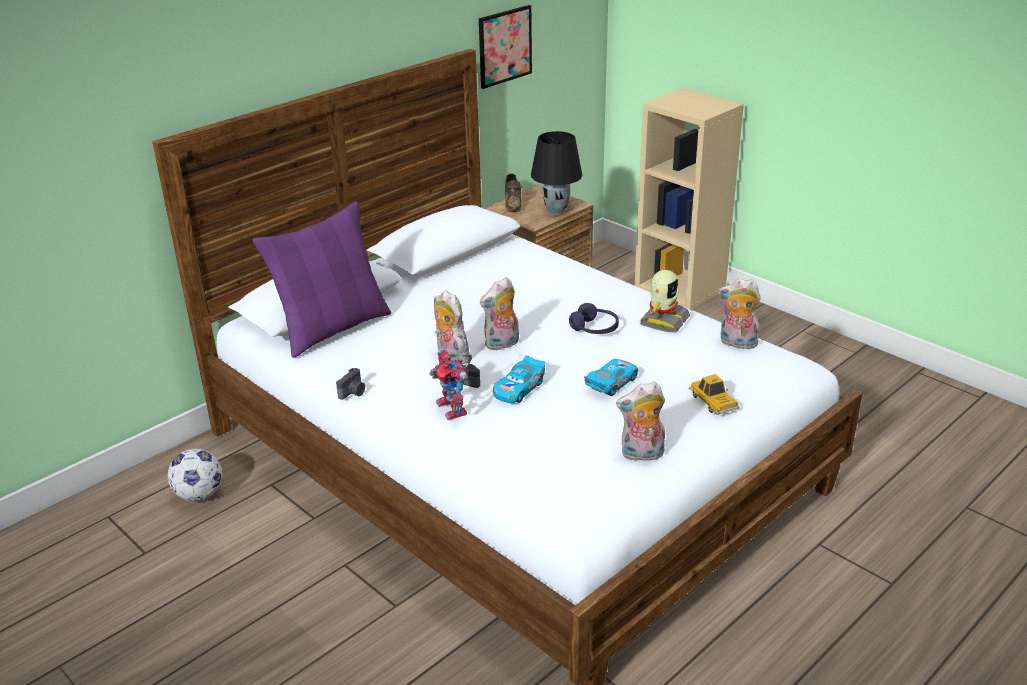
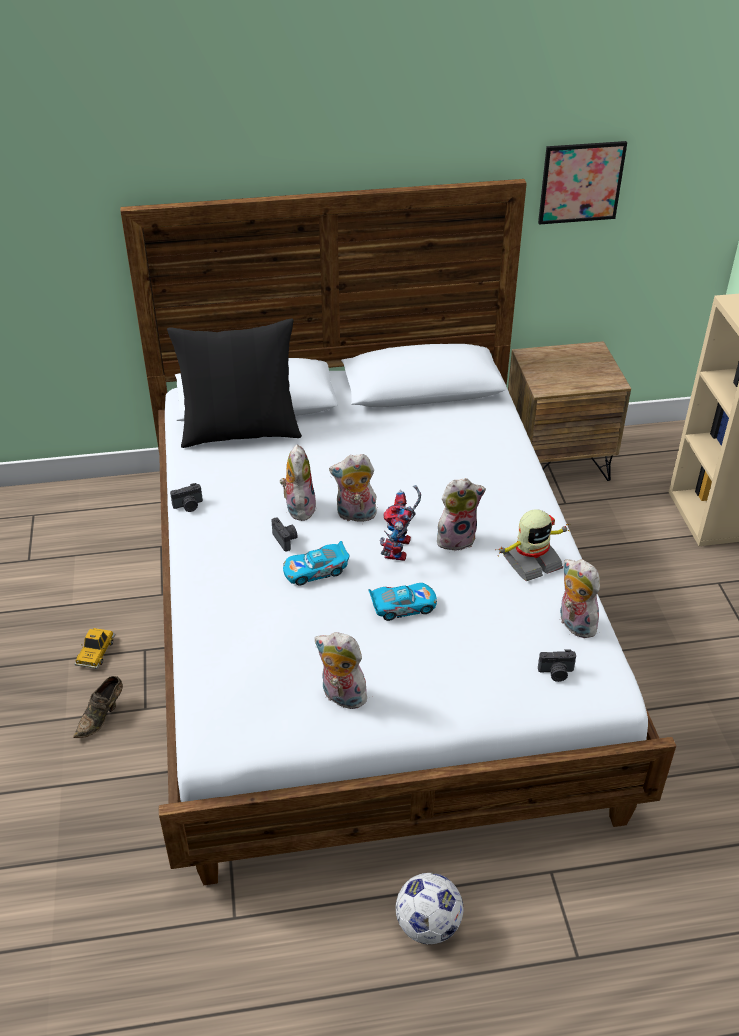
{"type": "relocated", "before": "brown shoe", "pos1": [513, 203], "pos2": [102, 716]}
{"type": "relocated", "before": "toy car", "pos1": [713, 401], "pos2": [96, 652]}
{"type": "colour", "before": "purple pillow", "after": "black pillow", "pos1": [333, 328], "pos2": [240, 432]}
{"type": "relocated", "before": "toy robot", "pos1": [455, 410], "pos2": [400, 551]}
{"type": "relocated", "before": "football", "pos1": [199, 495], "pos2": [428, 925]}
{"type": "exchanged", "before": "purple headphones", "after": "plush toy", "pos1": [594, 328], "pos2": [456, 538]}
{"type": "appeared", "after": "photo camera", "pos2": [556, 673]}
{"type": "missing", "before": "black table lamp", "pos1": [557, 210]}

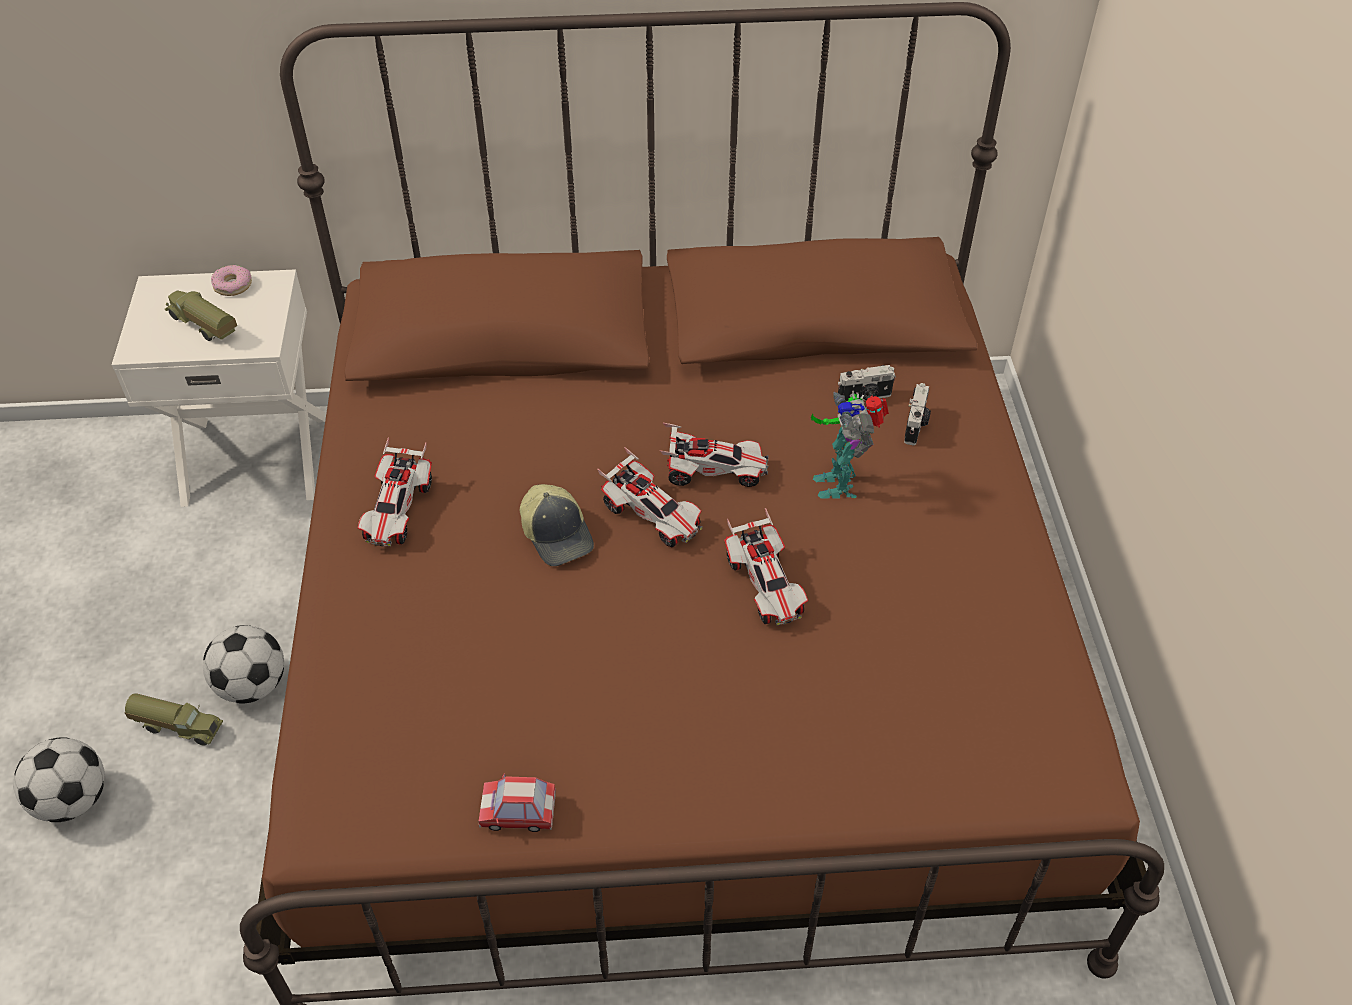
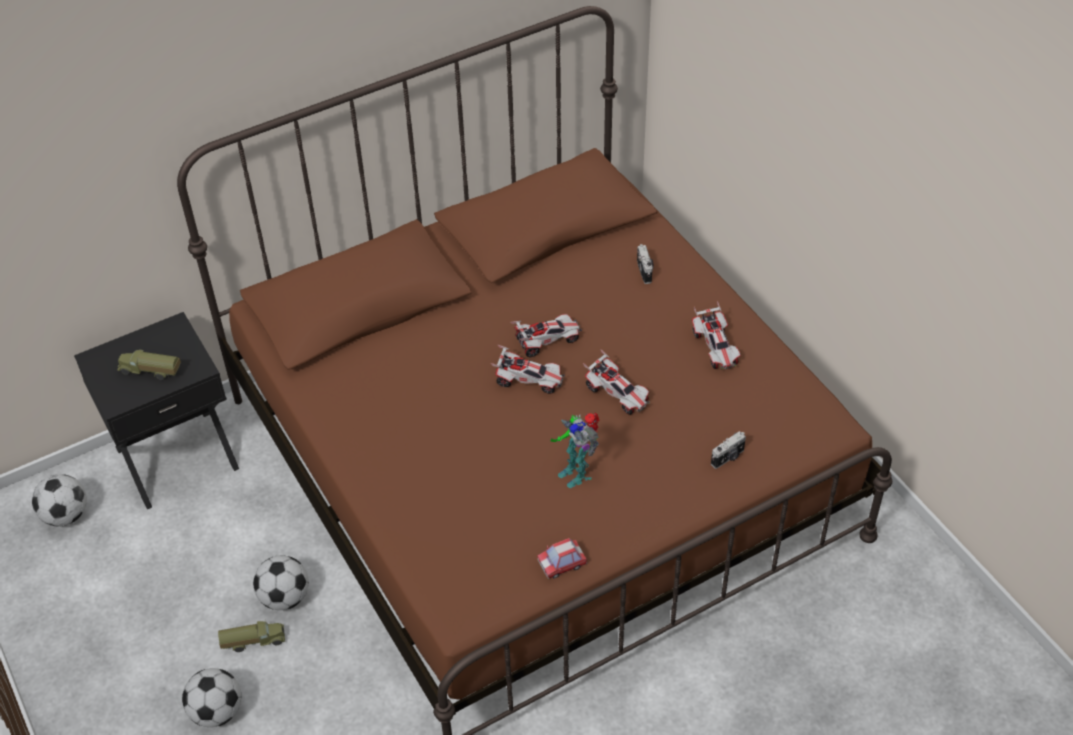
{"type": "appeared", "after": "football", "pos2": [66, 515]}
{"type": "colour", "before": "white nightstand", "after": "black nightstand", "pos1": [256, 456], "pos2": [176, 456]}
{"type": "relocated", "before": "toy robot", "pos1": [840, 482], "pos2": [576, 472]}
{"type": "relocated", "before": "toy car", "pos1": [398, 511], "pos2": [715, 348]}
{"type": "relocated", "before": "photo camera", "pos1": [865, 397], "pos2": [728, 458]}
{"type": "missing", "before": "donut", "pos1": [233, 285]}
{"type": "missing", "before": "cap", "pos1": [558, 534]}

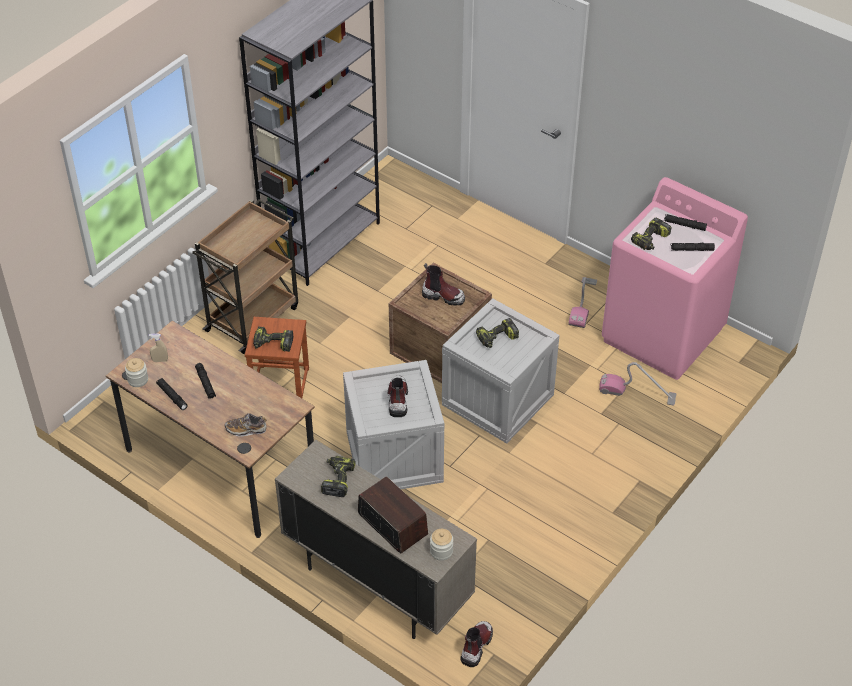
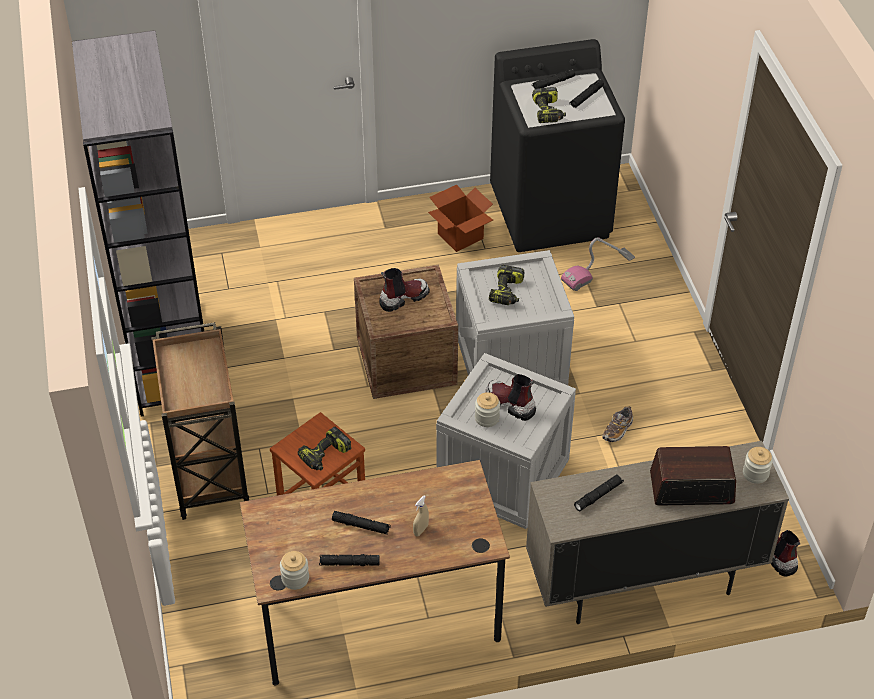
{"type": "relocated", "before": "beige spray bottle", "pos1": [160, 360], "pos2": [421, 530]}
{"type": "exchanged", "before": "vacuum cleaner", "after": "cardboard box", "pos1": [583, 303], "pos2": [460, 236]}
{"type": "appeared", "after": "jar", "pos2": [487, 418]}
{"type": "colour", "before": "pink washing machine", "after": "black washing machine", "pos1": [663, 335], "pos2": [551, 212]}
{"type": "exchanged", "before": "power drill", "after": "black flashlight", "pos1": [337, 479], "pos2": [598, 495]}
{"type": "relocated", "before": "shoe", "pos1": [246, 429], "pos2": [617, 430]}

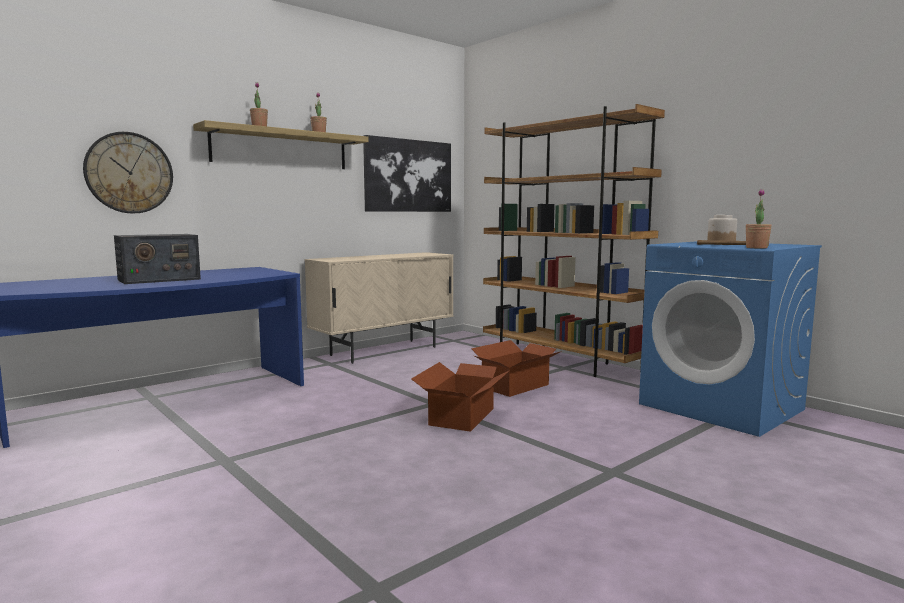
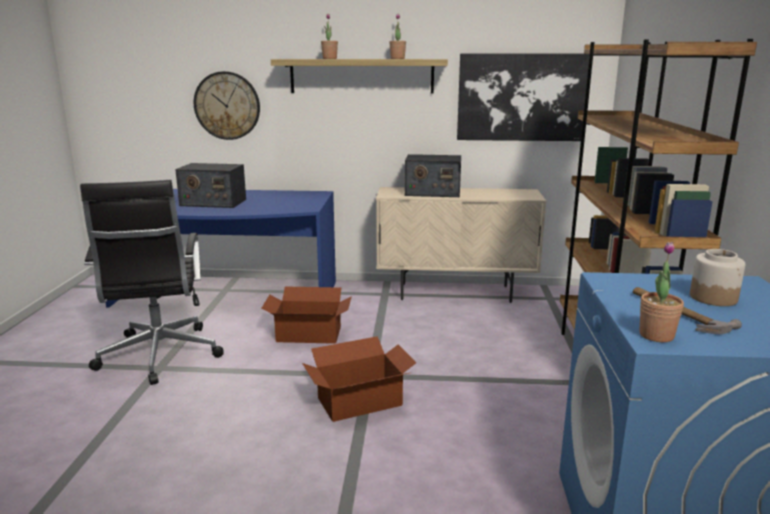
{"type": "appeared", "after": "black office chair", "pos2": [159, 356]}
{"type": "relocated", "before": "cardboard box", "pos1": [516, 386], "pos2": [309, 334]}
{"type": "appeared", "after": "radio", "pos2": [432, 192]}

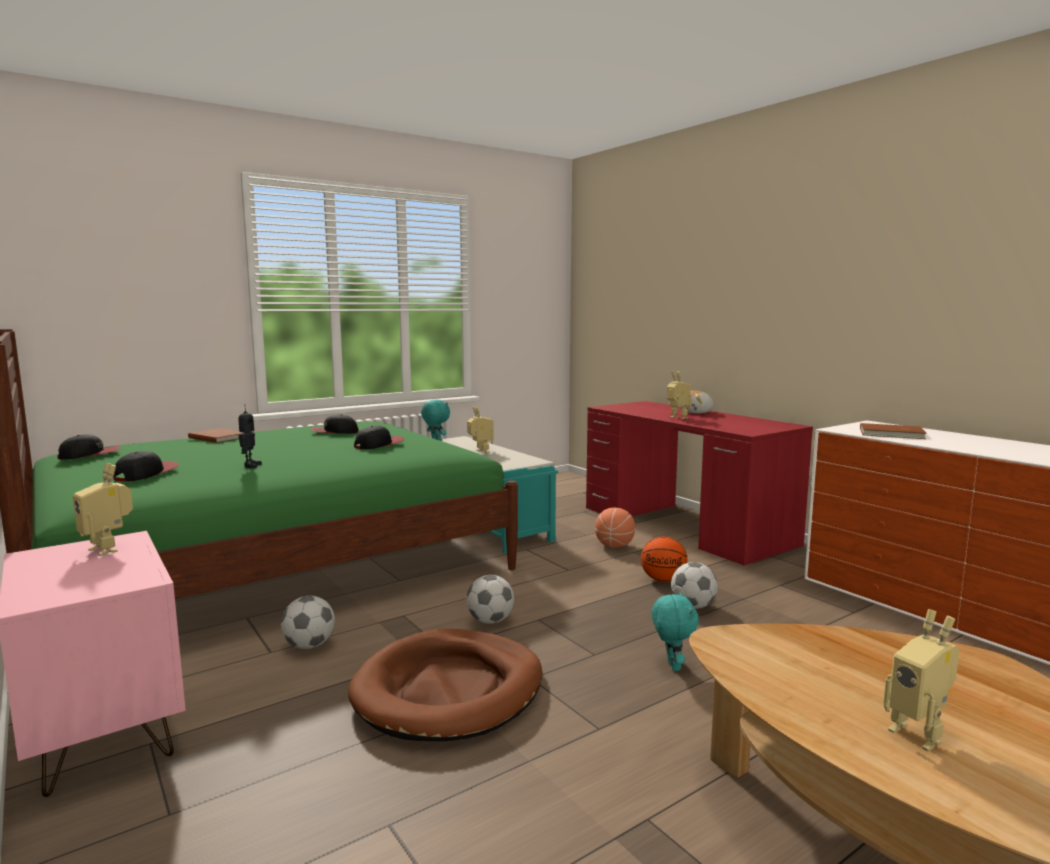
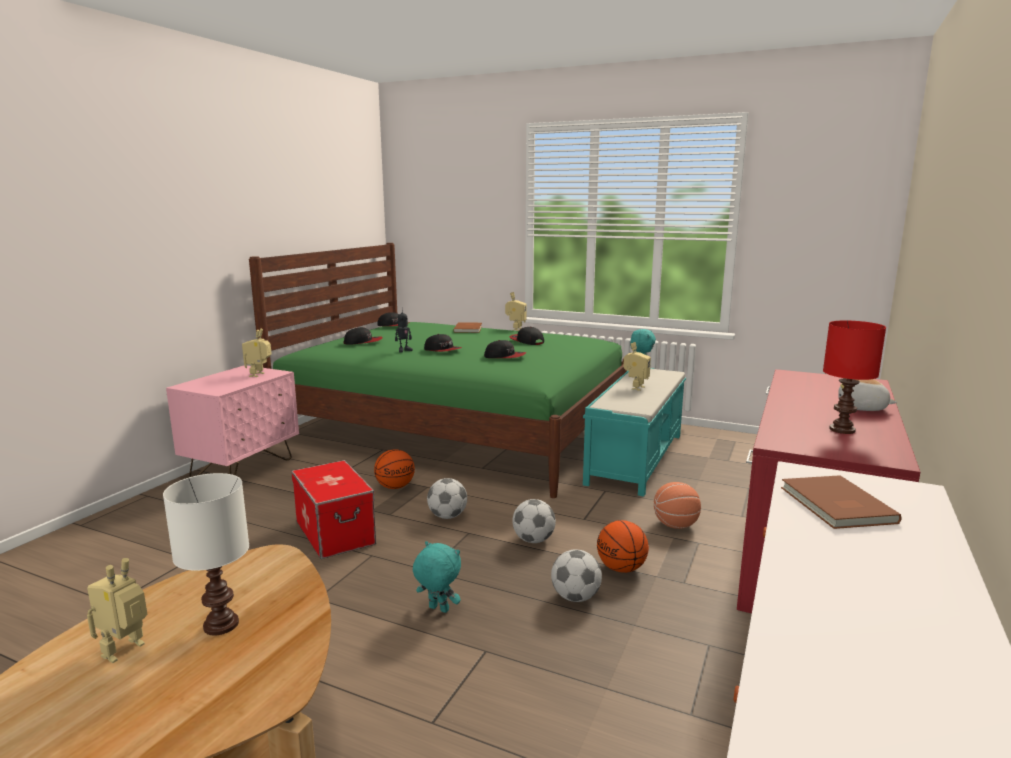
{"type": "appeared", "after": "white table lamp", "pos2": [219, 625]}
{"type": "exchanged", "before": "brown dog bed", "after": "storage box", "pos1": [449, 690], "pos2": [335, 532]}
{"type": "appeared", "after": "basketball", "pos2": [395, 487]}
{"type": "spun", "before": "turquoise plush toy", "pos1": [672, 665], "pos2": [437, 609], "turn": -120}
{"type": "appeared", "after": "cap", "pos2": [443, 350]}
{"type": "relocated", "before": "toy robot", "pos1": [677, 418], "pos2": [515, 329]}
{"type": "relocated", "before": "football", "pos1": [309, 646], "pos2": [533, 540]}
{"type": "appeared", "after": "red table lamp", "pos2": [841, 429]}

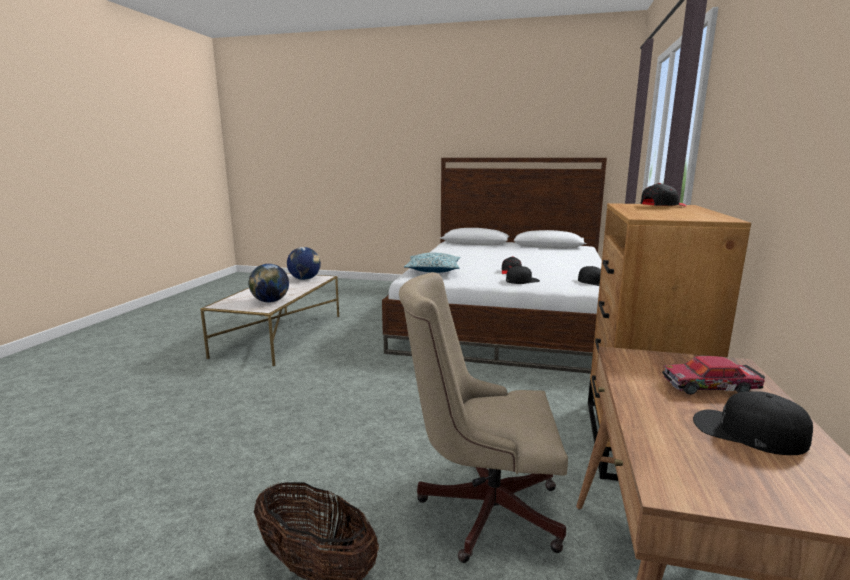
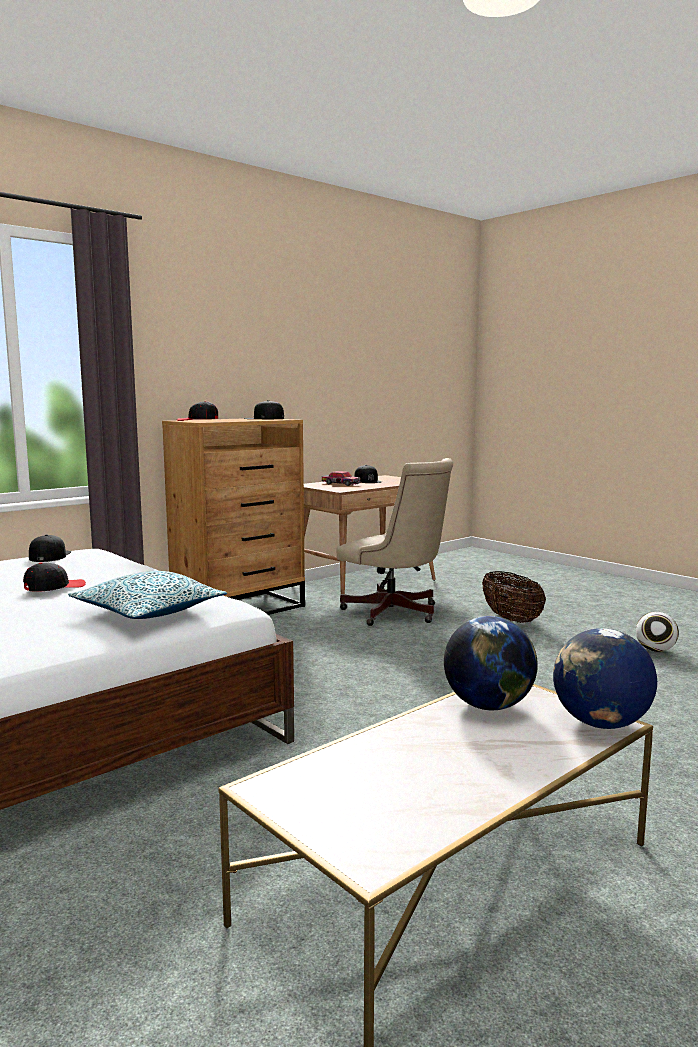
{"type": "relocated", "before": "black cap", "pos1": [522, 280], "pos2": [264, 418]}
{"type": "relocated", "before": "globe", "pos1": [305, 279], "pos2": [600, 724]}
{"type": "appeared", "after": "football", "pos2": [655, 650]}

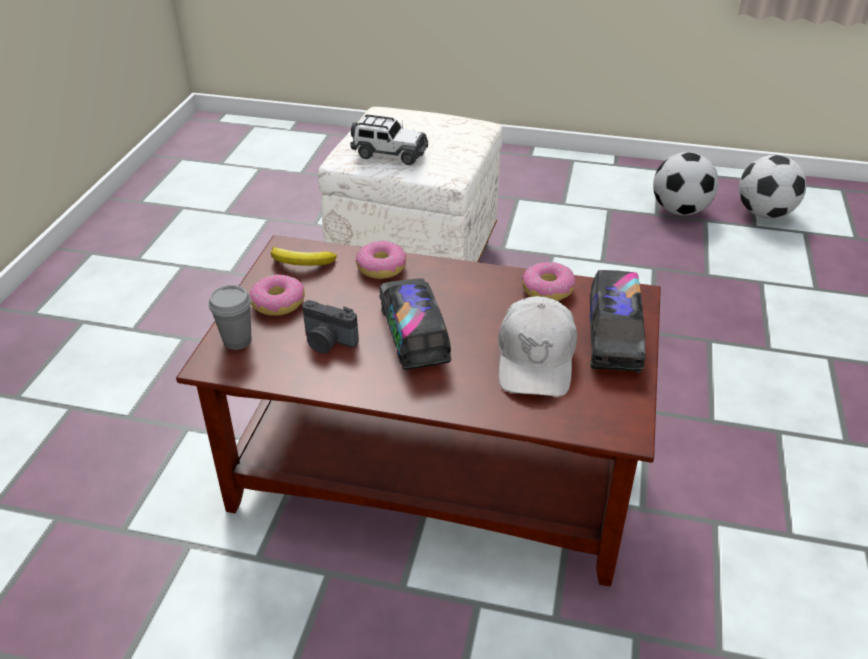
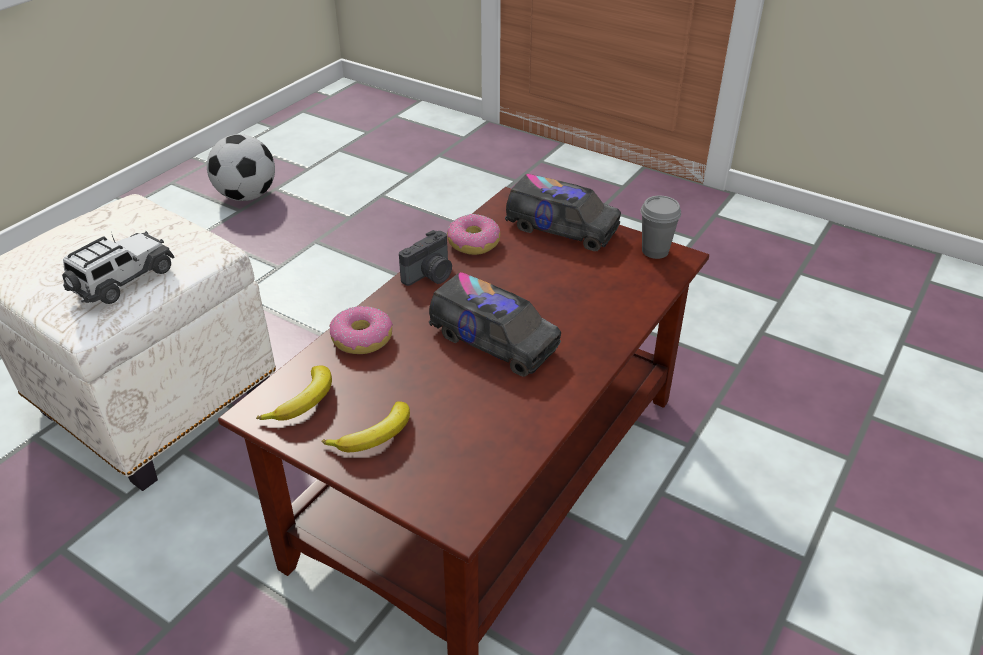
{"type": "exchanged", "before": "donut", "after": "banana", "pos1": [278, 303], "pos2": [375, 436]}
{"type": "relocated", "before": "photo camera", "pos1": [327, 342], "pos2": [430, 275]}
{"type": "spun", "before": "toy truck", "pos1": [413, 334], "pos2": [494, 341], "turn": -150}
{"type": "relocated", "before": "grey cup", "pos1": [237, 341], "pos2": [655, 251]}
{"type": "missing", "before": "white cap", "pos1": [536, 359]}
{"type": "missing", "before": "football", "pos1": [764, 213]}

